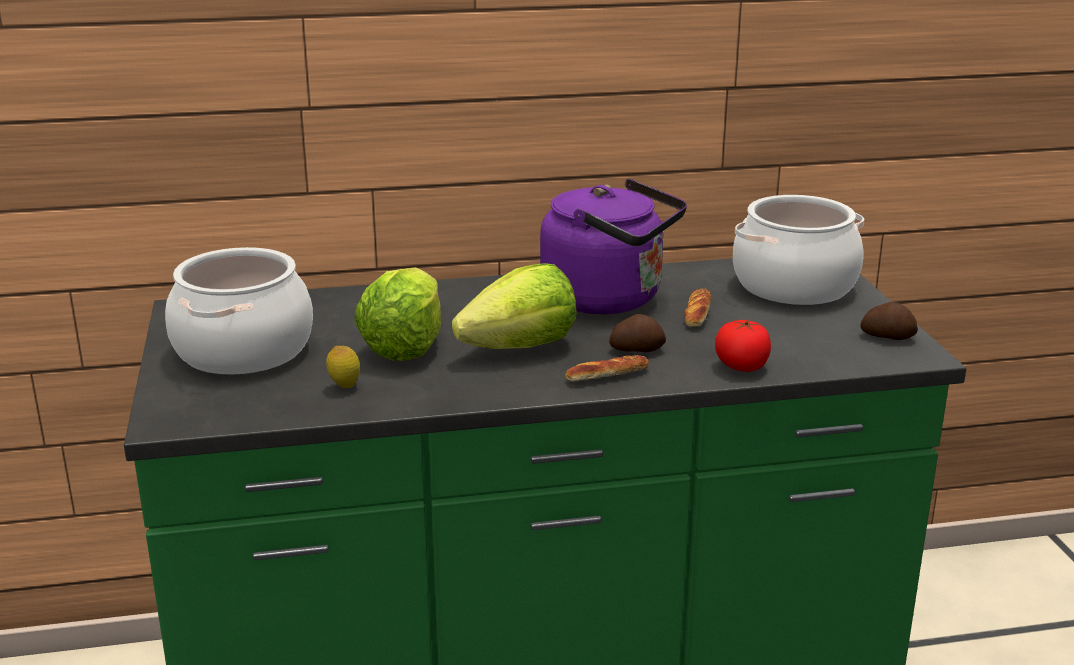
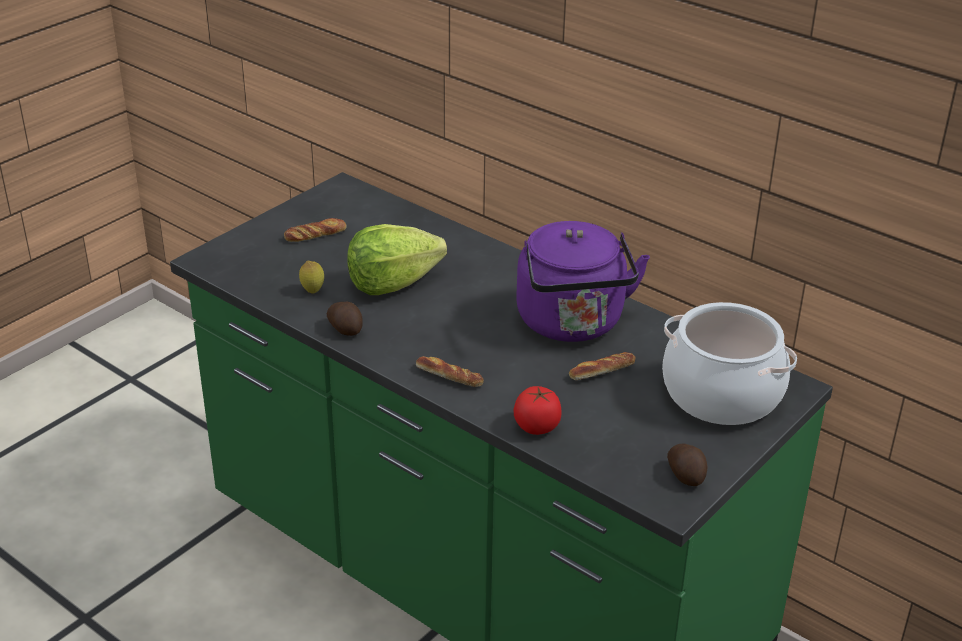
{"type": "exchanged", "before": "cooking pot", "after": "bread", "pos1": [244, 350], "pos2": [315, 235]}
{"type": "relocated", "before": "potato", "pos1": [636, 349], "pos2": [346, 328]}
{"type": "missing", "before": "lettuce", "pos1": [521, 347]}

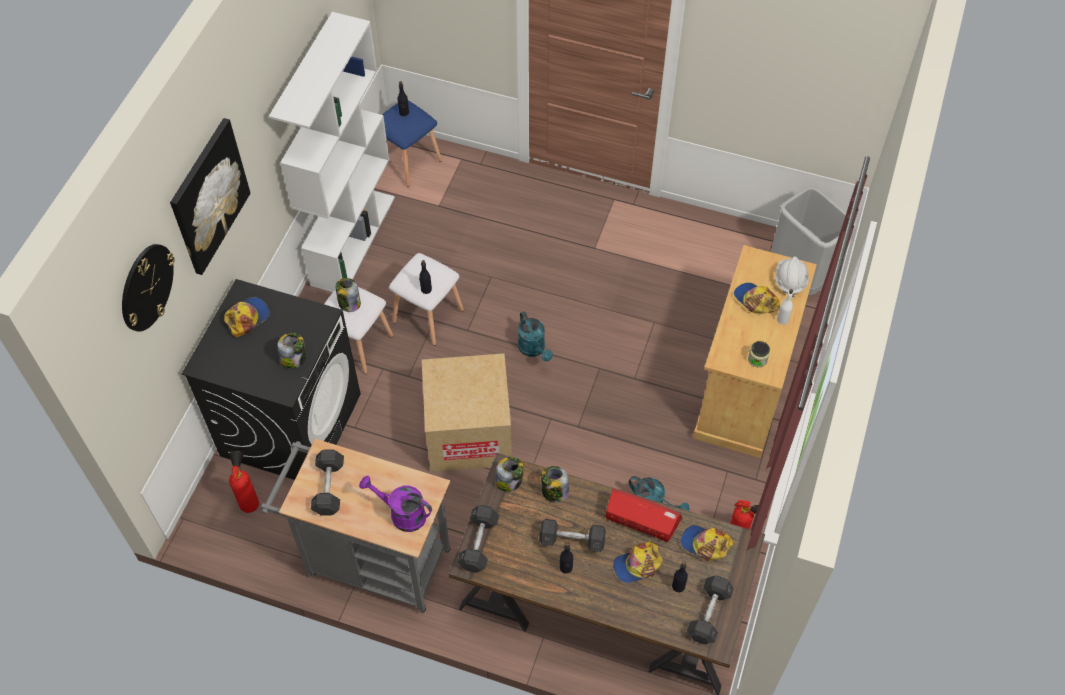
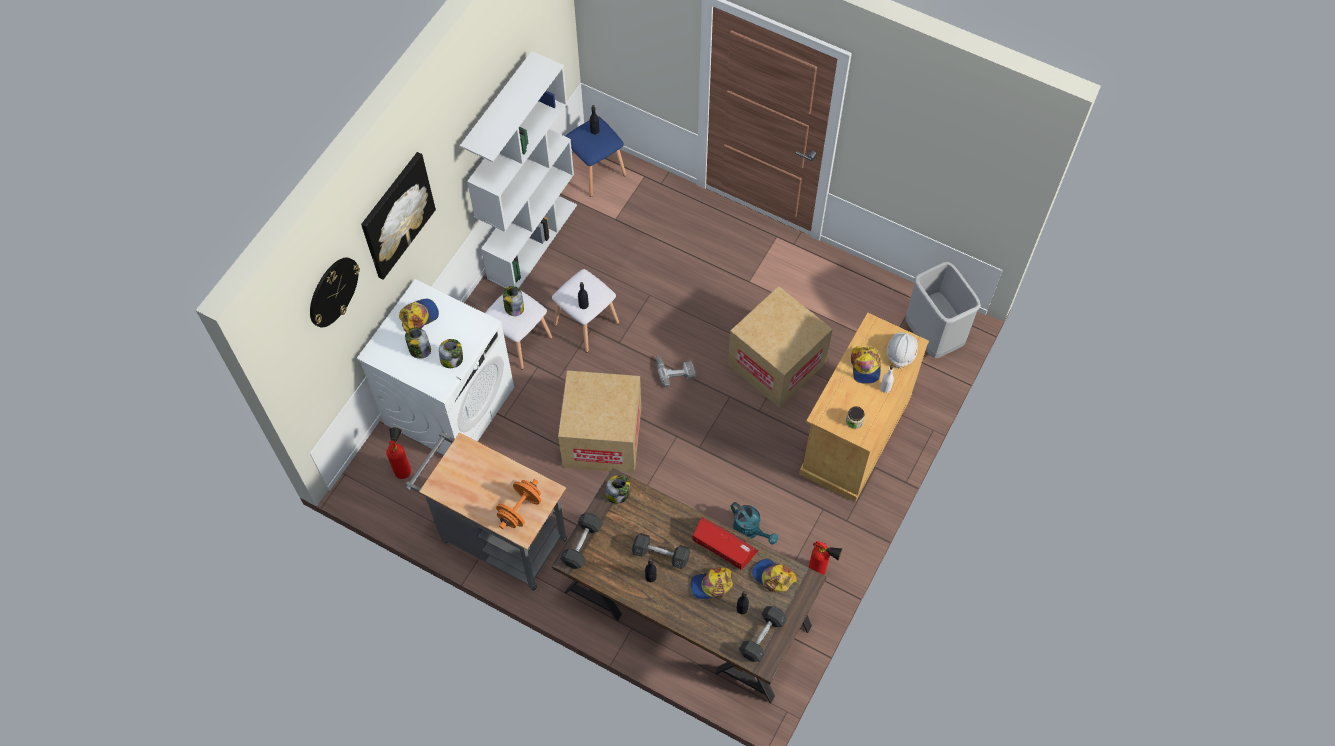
{"type": "colour", "before": "black washing machine", "after": "white washing machine", "pos1": [291, 424], "pos2": [449, 405]}
{"type": "relocated", "before": "jar", "pos1": [554, 492], "pos2": [419, 349]}
{"type": "exchanged", "before": "purple watering can", "after": "orange dumbbell", "pos1": [401, 514], "pos2": [520, 510]}
{"type": "exchanged", "before": "turquoise watering can", "after": "power drill", "pos1": [534, 349], "pos2": [674, 370]}
{"type": "appeared", "after": "cardboard box", "pos2": [776, 364]}
{"type": "spun", "before": "cap", "pos1": [755, 300], "pos2": [865, 366], "turn": -150}
{"type": "missing", "before": "grey dumbbell", "pos1": [329, 487]}

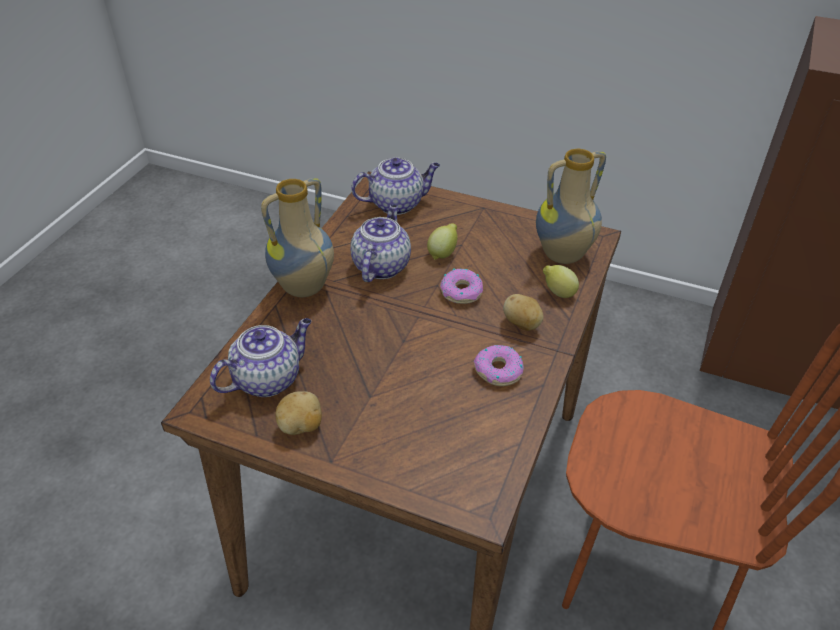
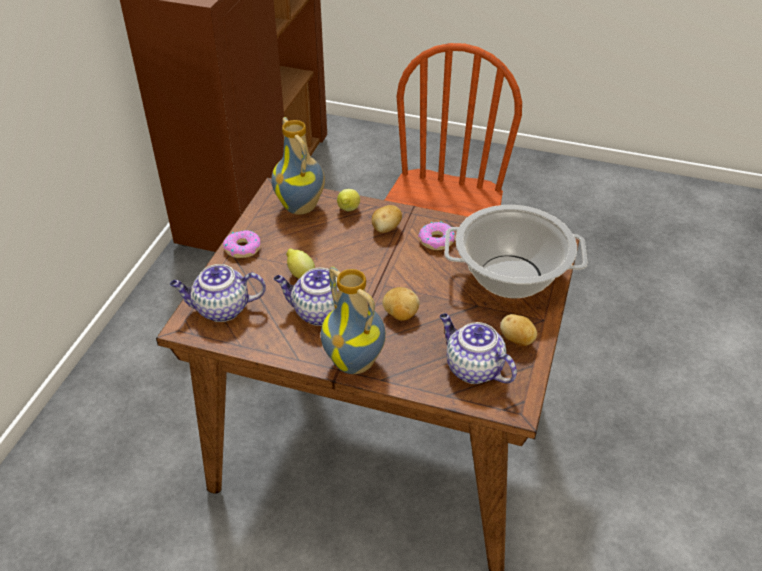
{"type": "spun", "before": "teapot", "pos1": [397, 203], "pos2": [221, 309], "turn": -75}
{"type": "relocated", "before": "donut", "pos1": [462, 291], "pos2": [242, 248]}
{"type": "appeared", "after": "potato", "pos2": [400, 314]}
{"type": "appeared", "after": "cooking pot", "pos2": [511, 277]}

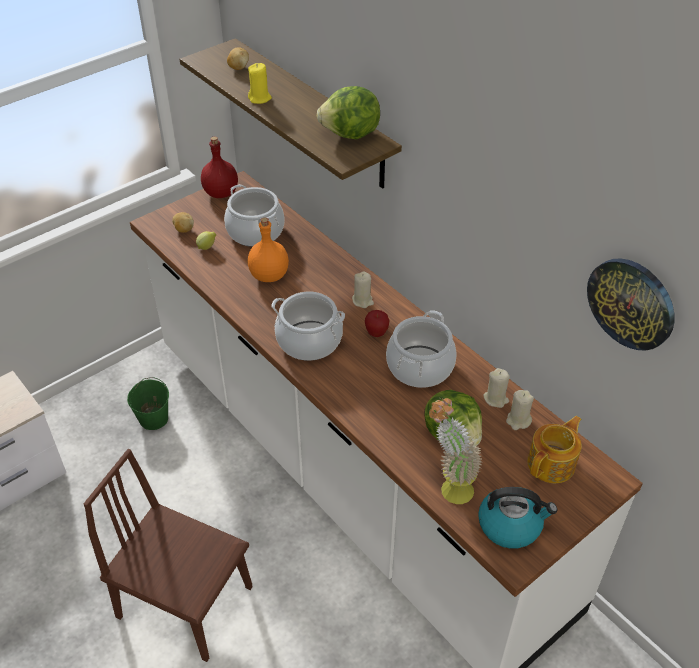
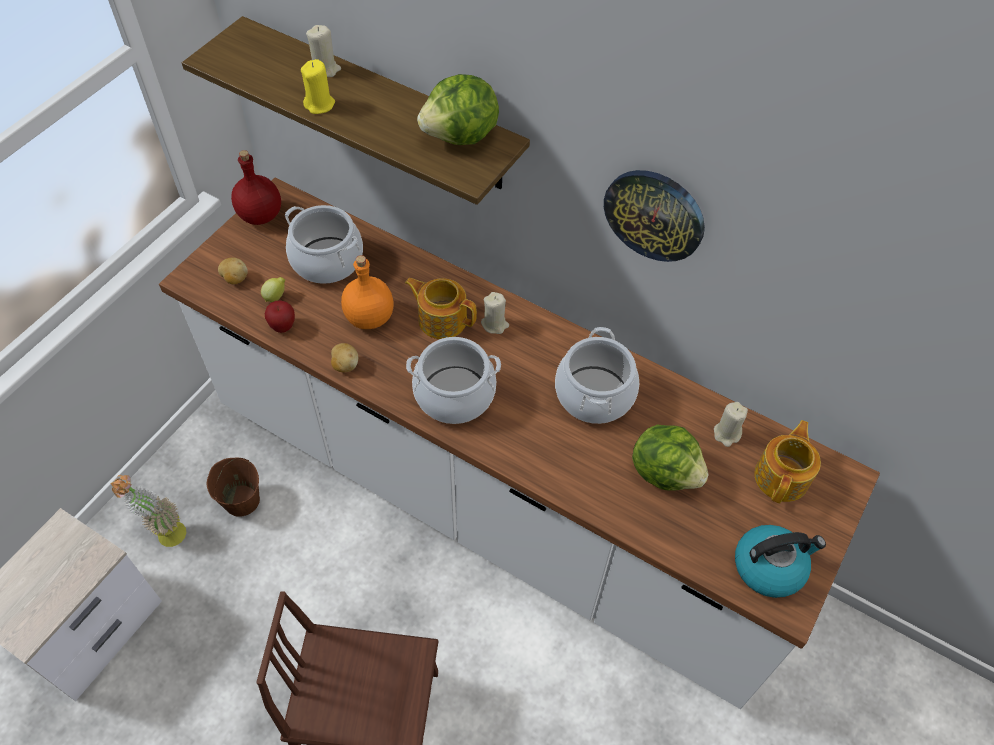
{"type": "relocated", "before": "potted plant", "pos1": [449, 487], "pos2": [164, 532]}
{"type": "colour", "before": "green bucket", "after": "brown bucket", "pos1": [153, 418], "pos2": [241, 500]}
{"type": "relocated", "before": "apple", "pos1": [376, 333], "pos2": [283, 327]}
{"type": "relocated", "before": "beige candle", "pos1": [496, 399], "pos2": [325, 69]}
{"type": "relocated", "before": "potato", "pos1": [238, 68], "pos2": [345, 365]}
{"type": "appeared", "after": "teapot", "pos2": [442, 319]}
{"type": "relocated", "before": "wall clock", "pos1": [631, 303], "pos2": [654, 214]}

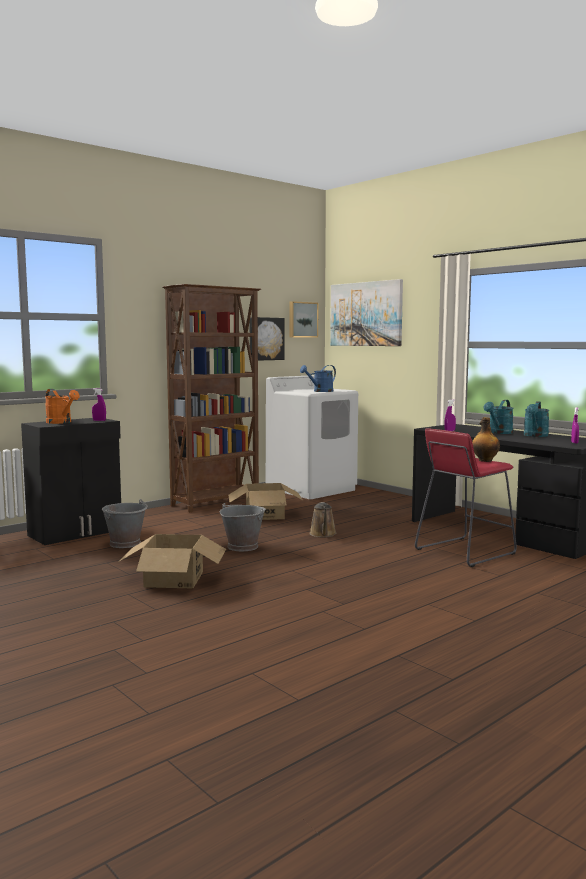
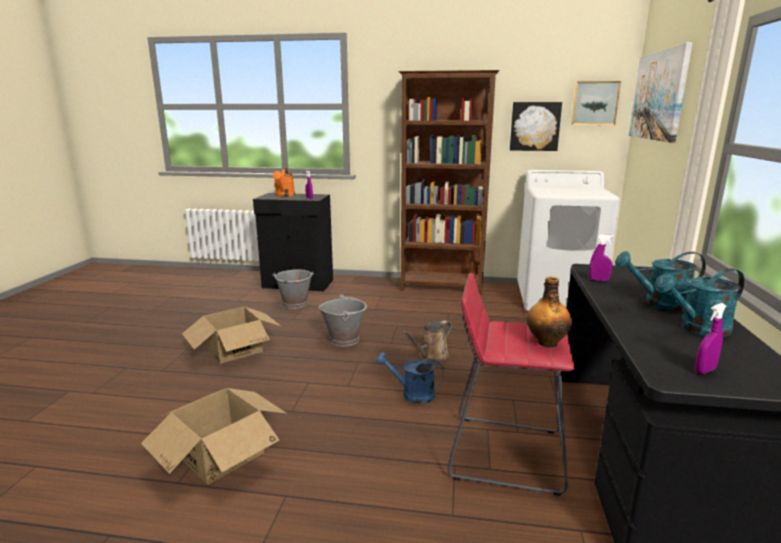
{"type": "relocated", "before": "cardboard box", "pos1": [265, 515], "pos2": [221, 454]}
{"type": "relocated", "before": "blue watering can", "pos1": [320, 391], "pos2": [412, 394]}

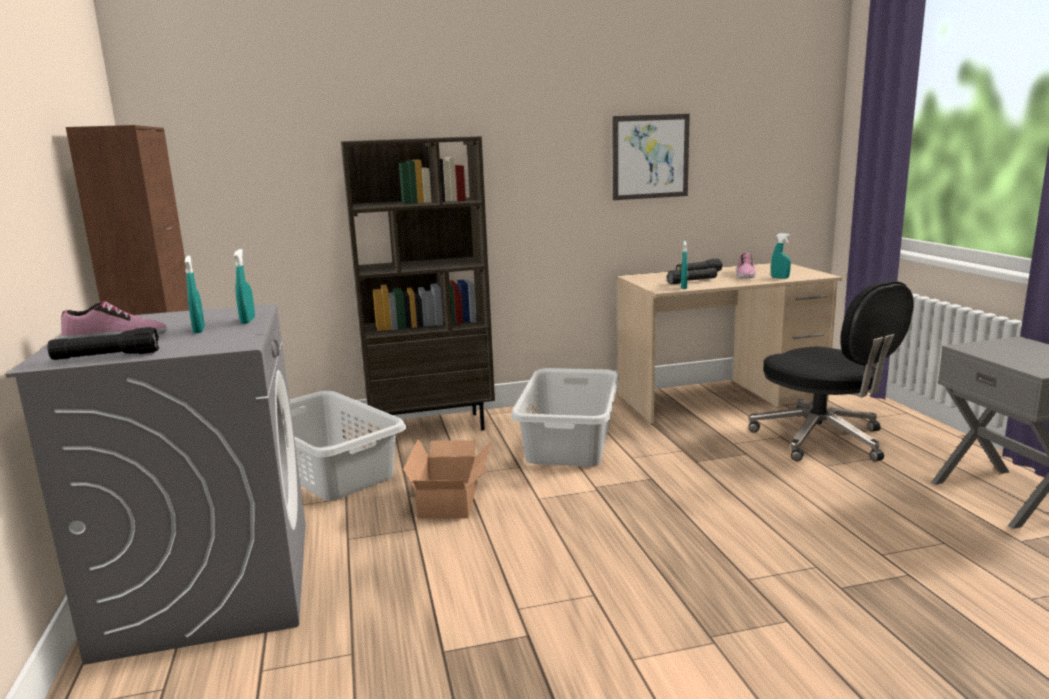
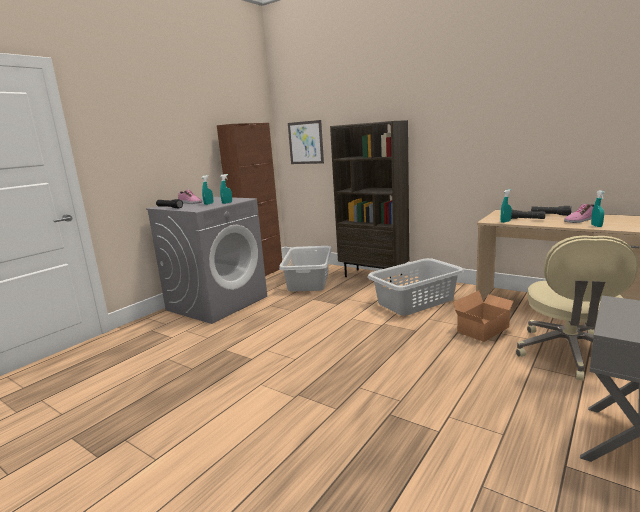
{"type": "relocated", "before": "picture", "pos1": [650, 157], "pos2": [305, 142]}
{"type": "relocated", "before": "cardboard box", "pos1": [452, 499], "pos2": [485, 330]}
{"type": "colour", "before": "black office chair", "after": "beige office chair", "pos1": [822, 439], "pos2": [569, 353]}

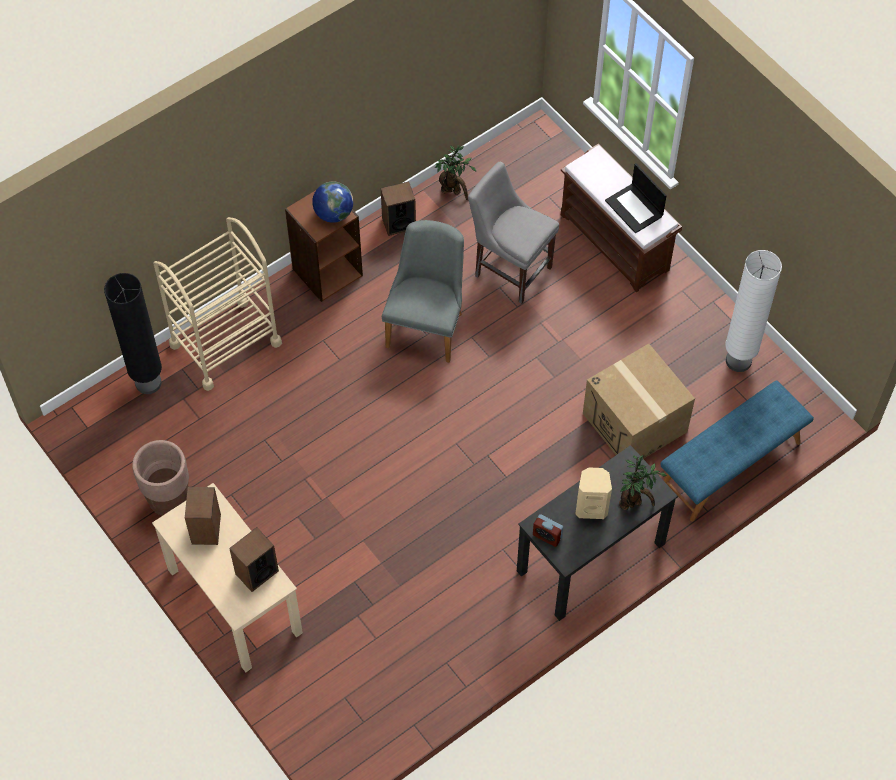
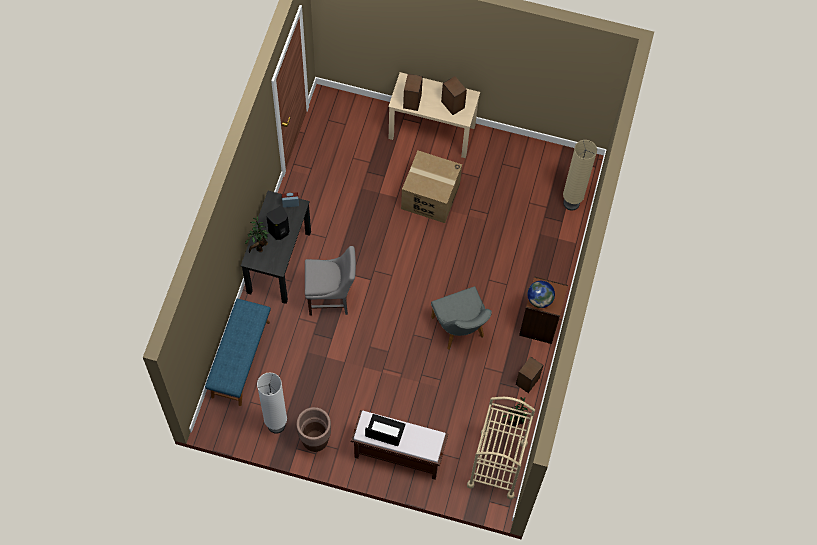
{"type": "colour", "before": "beige speaker", "after": "black speaker", "pos1": [591, 507], "pos2": [279, 232]}
{"type": "relocated", "before": "brown planter", "pos1": [169, 501], "pos2": [315, 440]}
{"type": "relocated", "before": "grey chair", "pos1": [510, 269], "pos2": [331, 299]}
{"type": "relocated", "before": "cardboard box", "pos1": [635, 422], "pos2": [430, 196]}
{"type": "relocated", "before": "beige cart", "pos1": [225, 344], "pos2": [497, 464]}
{"type": "colour", "before": "black floor lamp", "after": "beige floor lamp", "pos1": [148, 383], "pos2": [571, 203]}

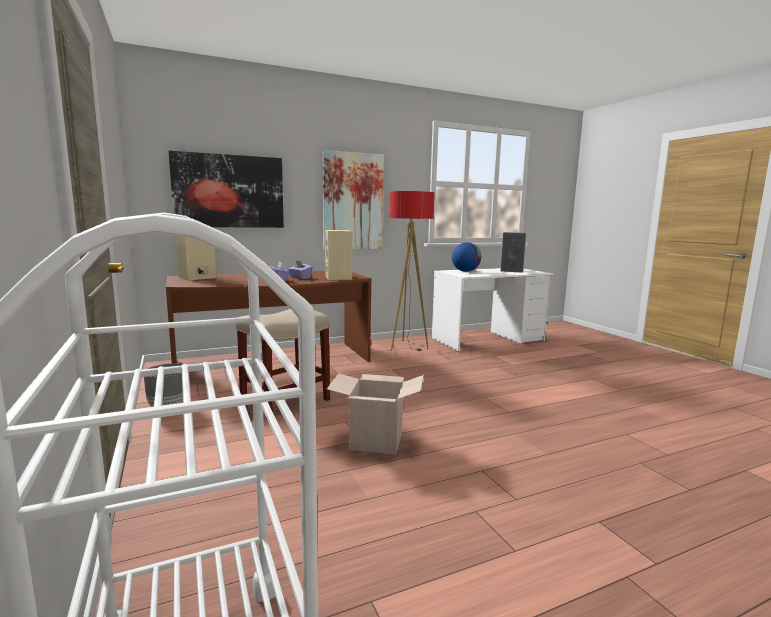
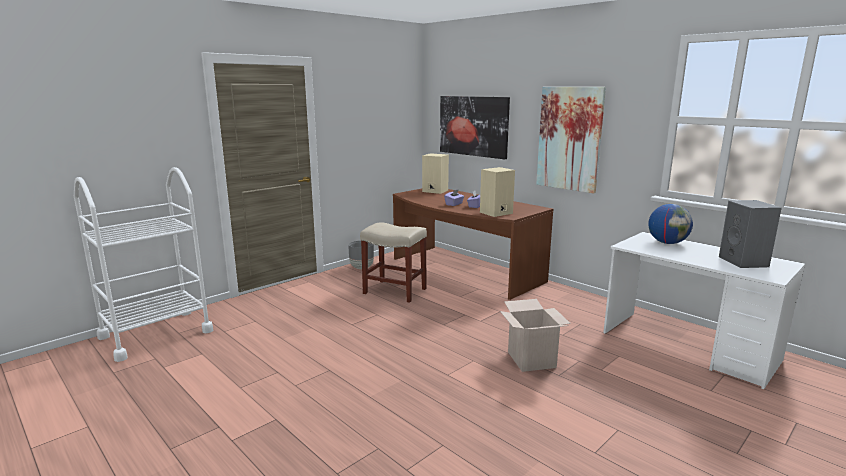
{"type": "relocated", "before": "cardboard box", "pos1": [376, 441], "pos2": [531, 360]}
{"type": "missing", "before": "floor lamp", "pos1": [407, 347]}

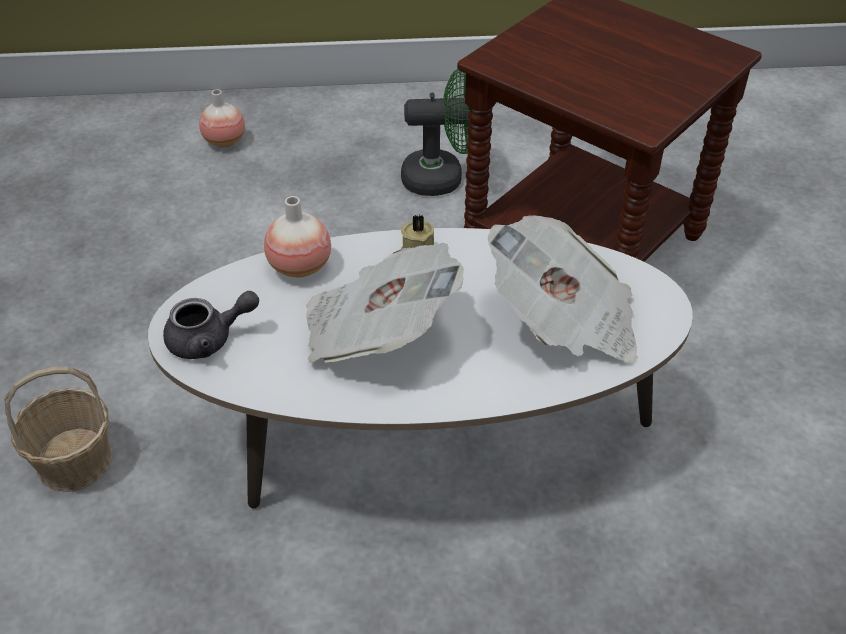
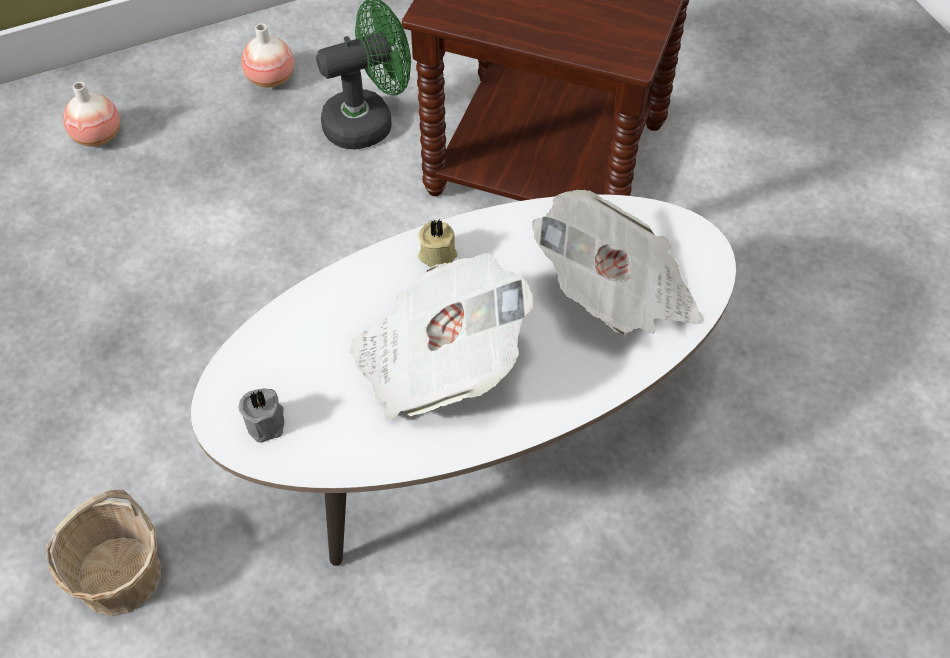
{"type": "exchanged", "before": "grey teapot", "after": "grey candle", "pos1": [209, 339], "pos2": [267, 422]}
{"type": "relocated", "before": "vase", "pos1": [300, 266], "pos2": [270, 78]}

